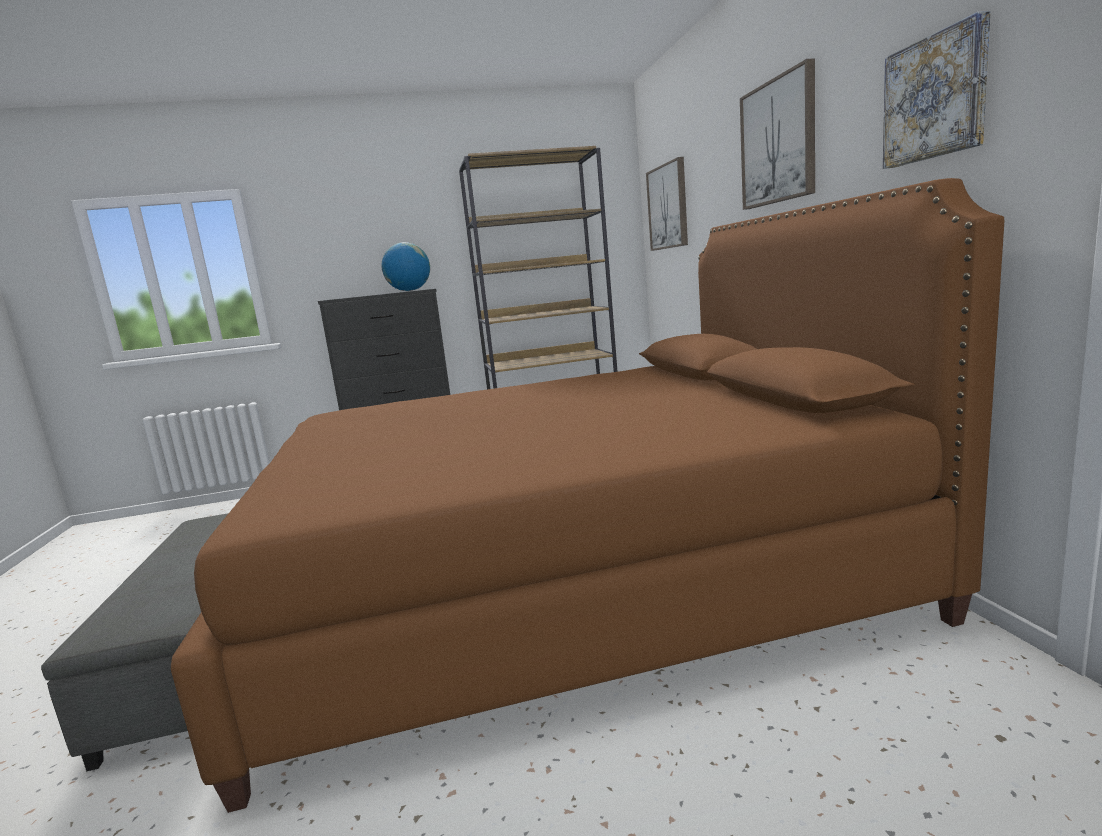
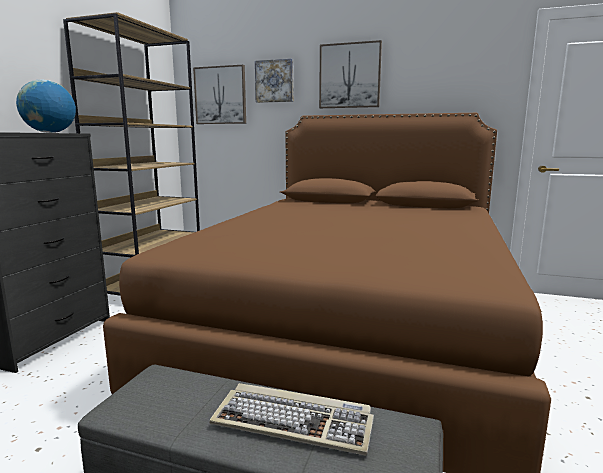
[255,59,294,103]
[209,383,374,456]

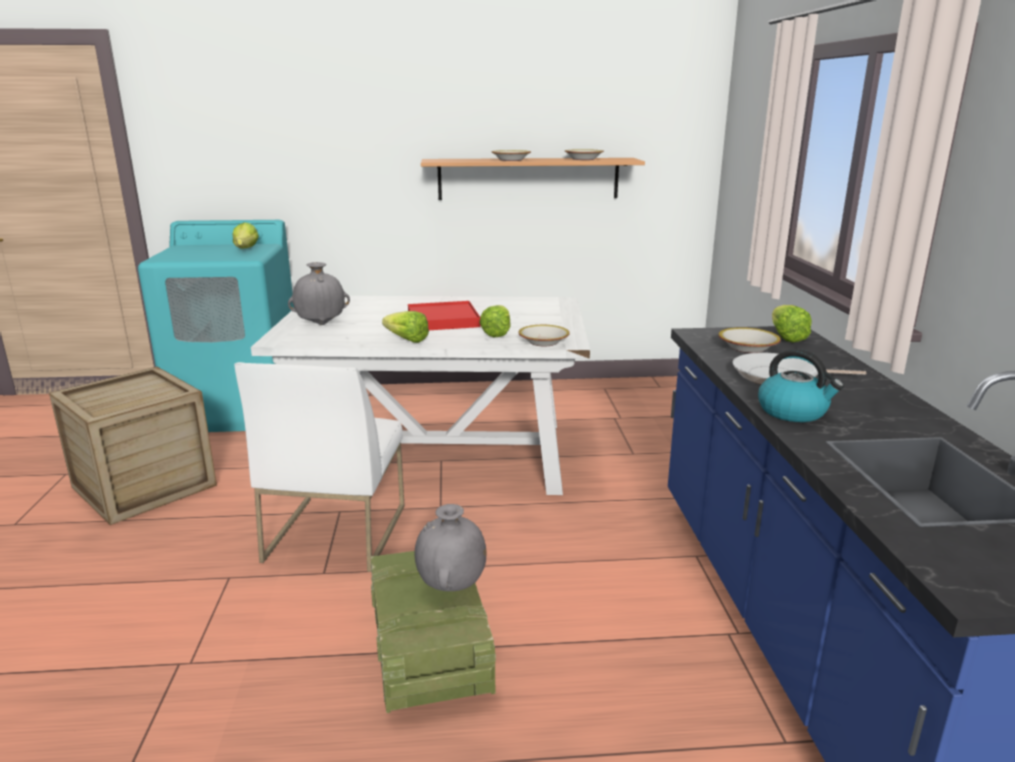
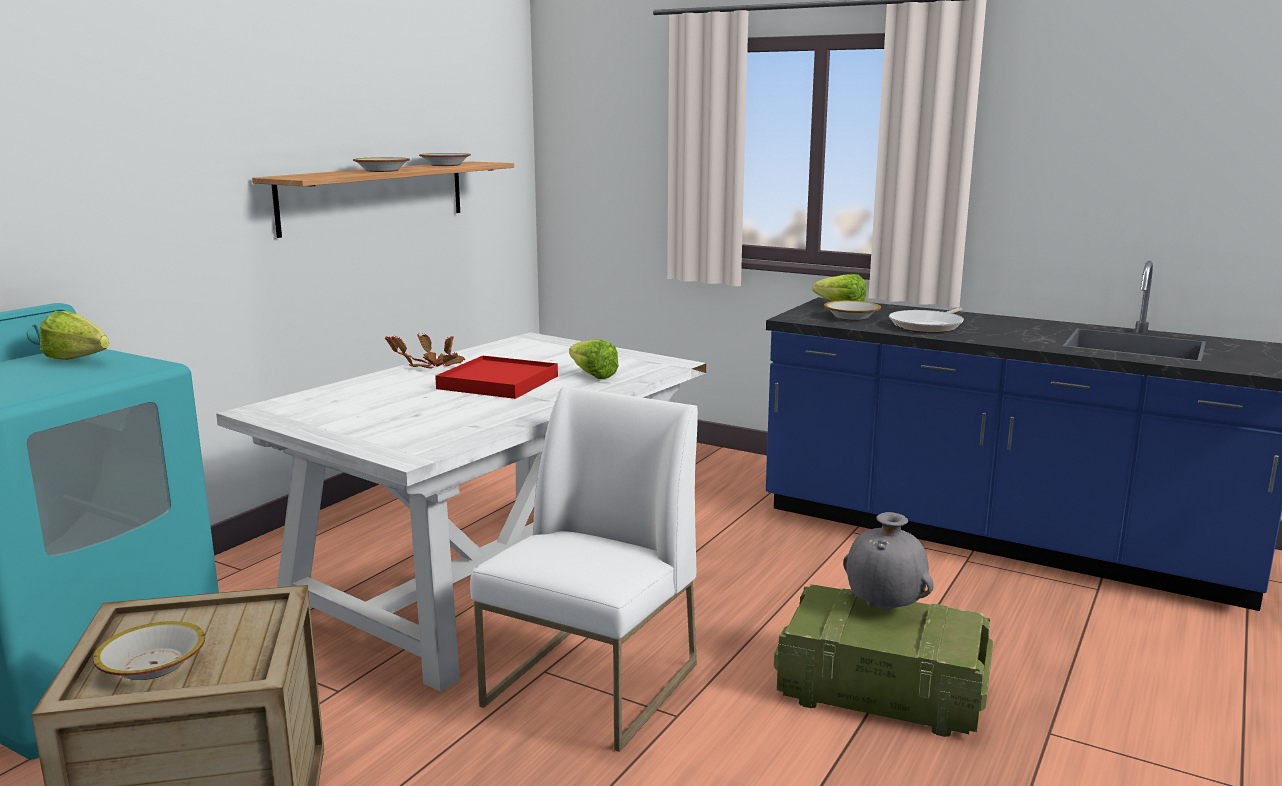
[288,262,350,325] (first image)
[382,311,429,343] (first image)
[93,621,205,680]
[758,349,844,422] (first image)
[470,386,698,752]
[385,333,465,368]

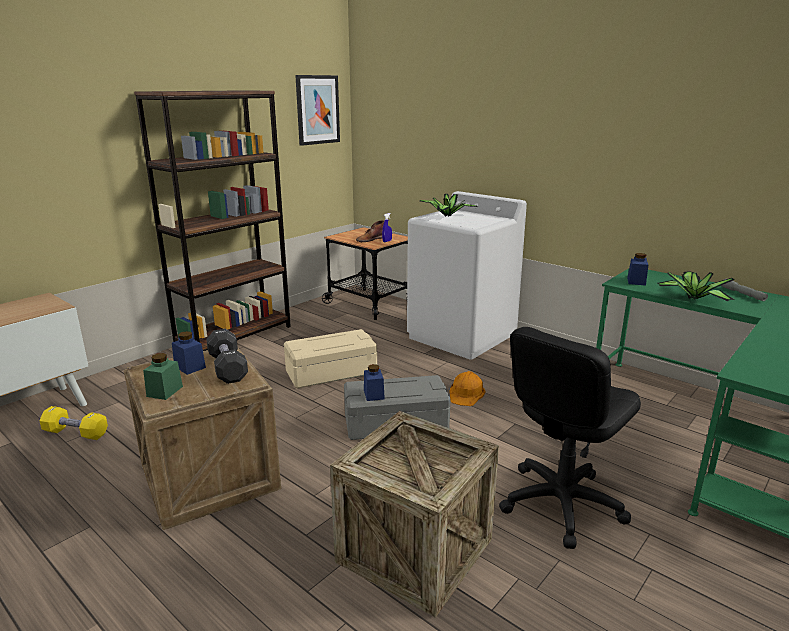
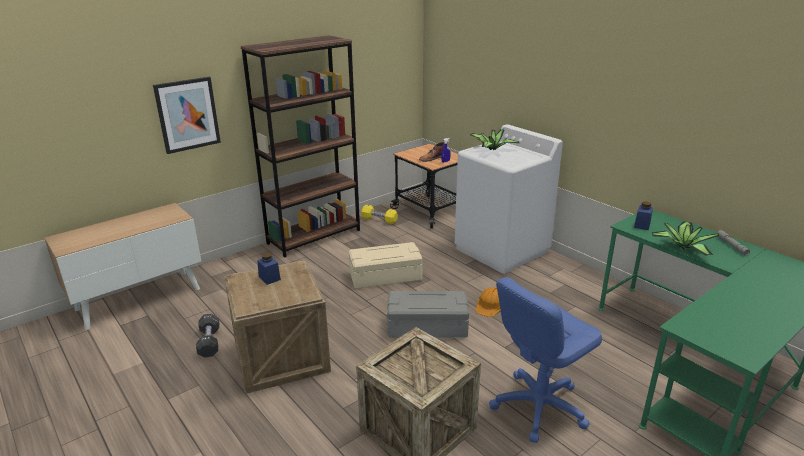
[153,77,221,154]
[489,277,602,443]
[196,313,219,358]
[143,353,183,400] (first image)
[364,364,385,401] (first image)
[361,205,398,224]

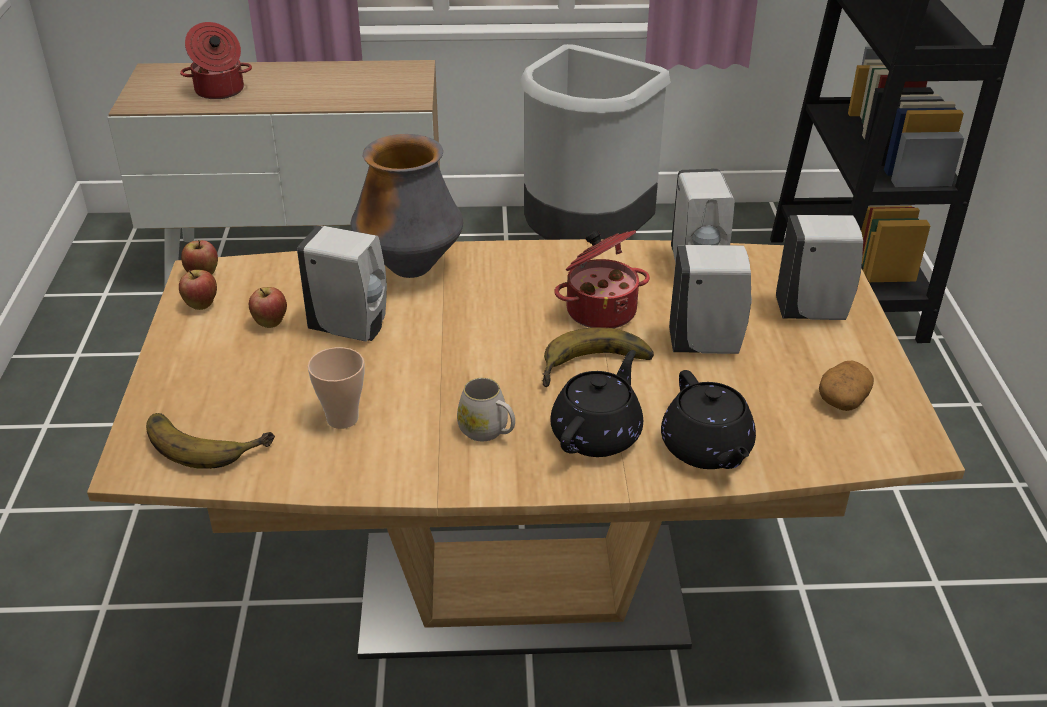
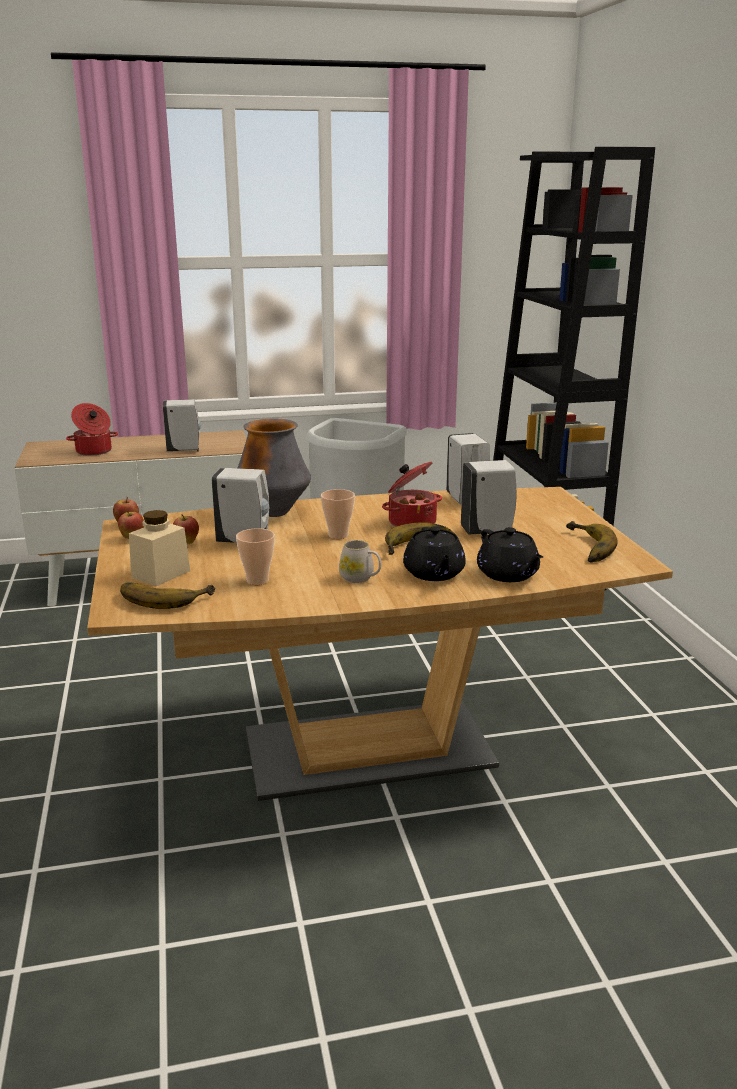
[163,399,201,452]
[403,526,466,581]
[566,521,618,563]
[321,489,355,539]
[129,510,190,586]

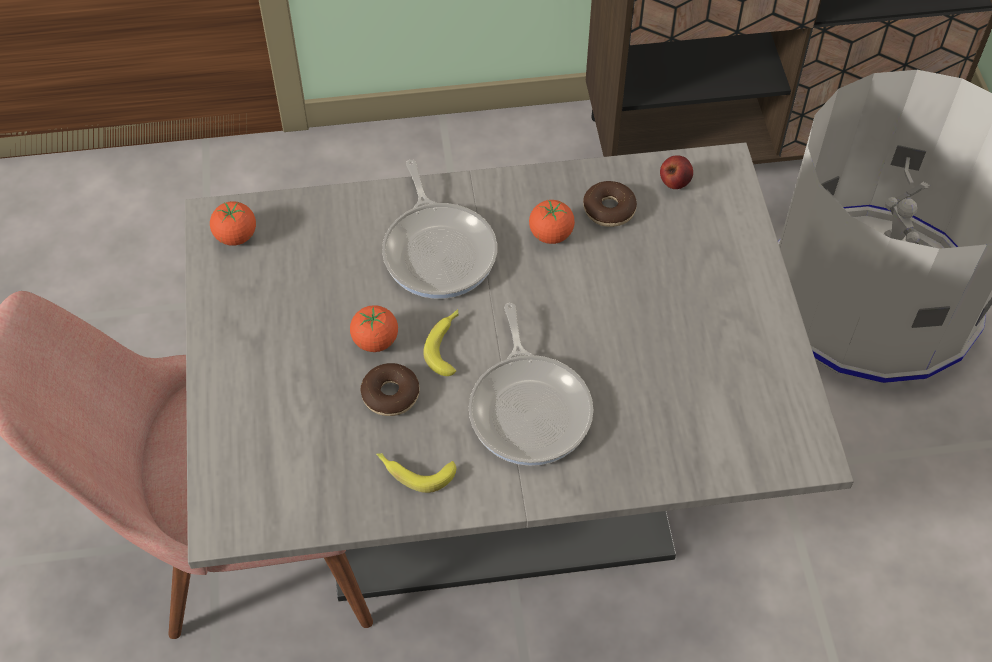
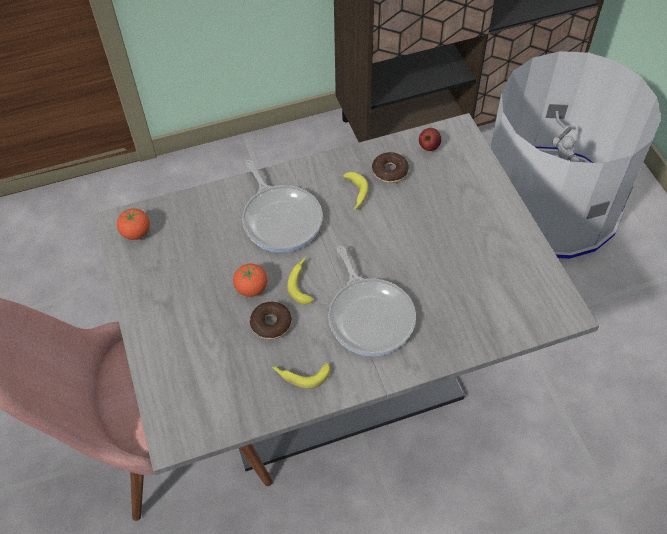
[343,172,368,211]

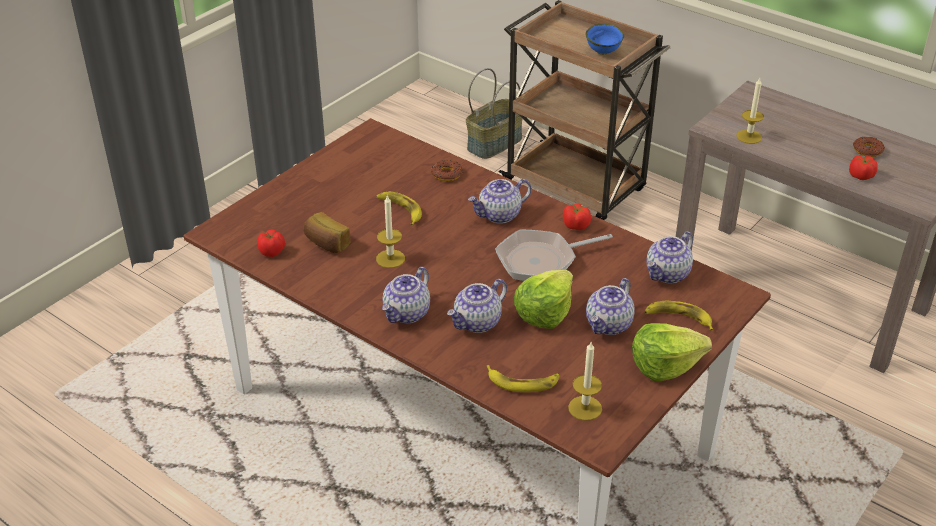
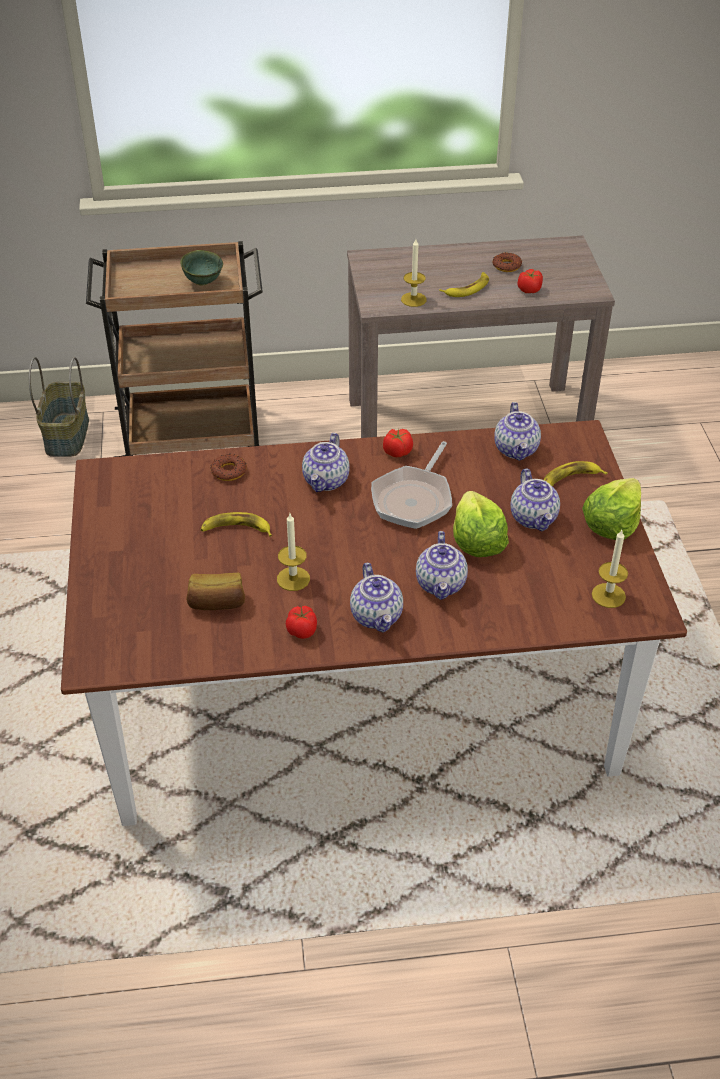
[180,250,223,286]
[286,606,317,639]
[439,272,489,297]

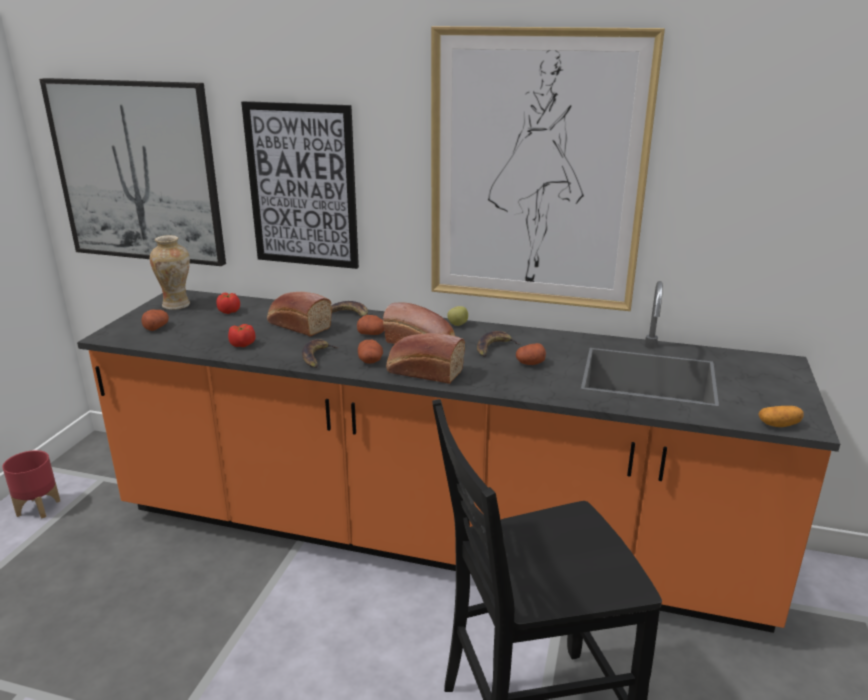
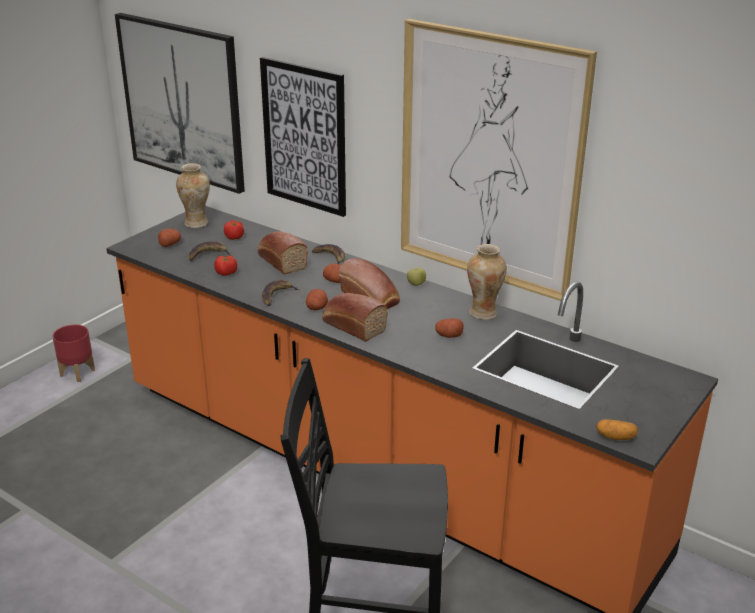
[188,241,231,261]
[467,244,507,320]

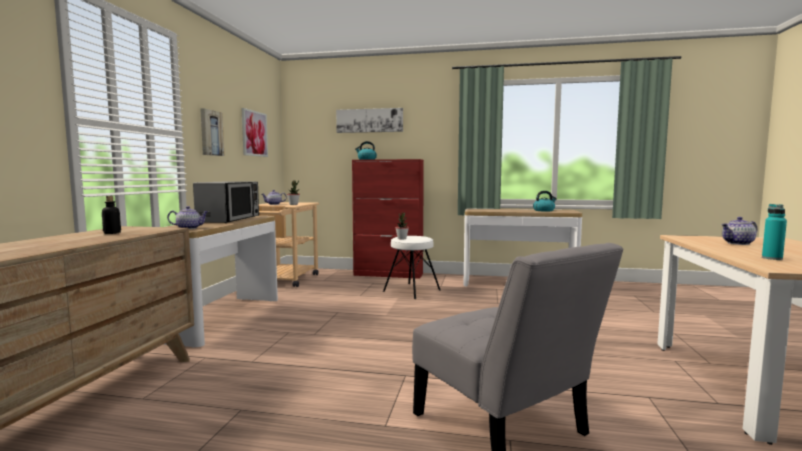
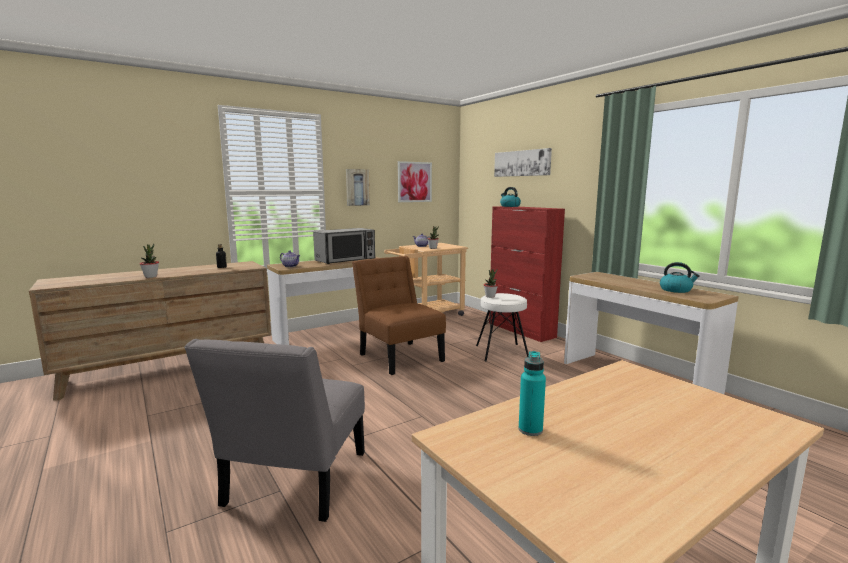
[721,217,758,245] (first image)
[139,244,159,278]
[352,256,446,375]

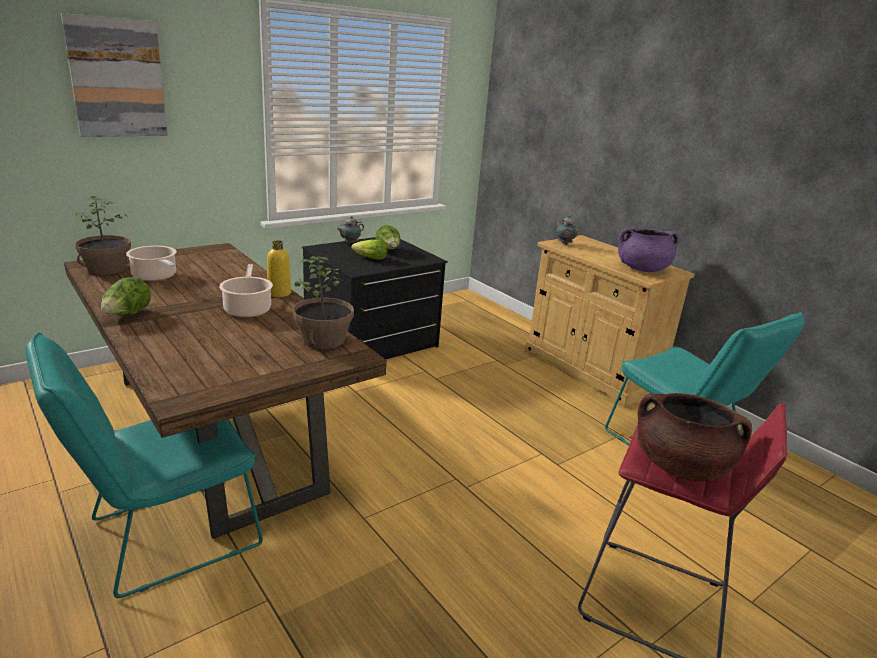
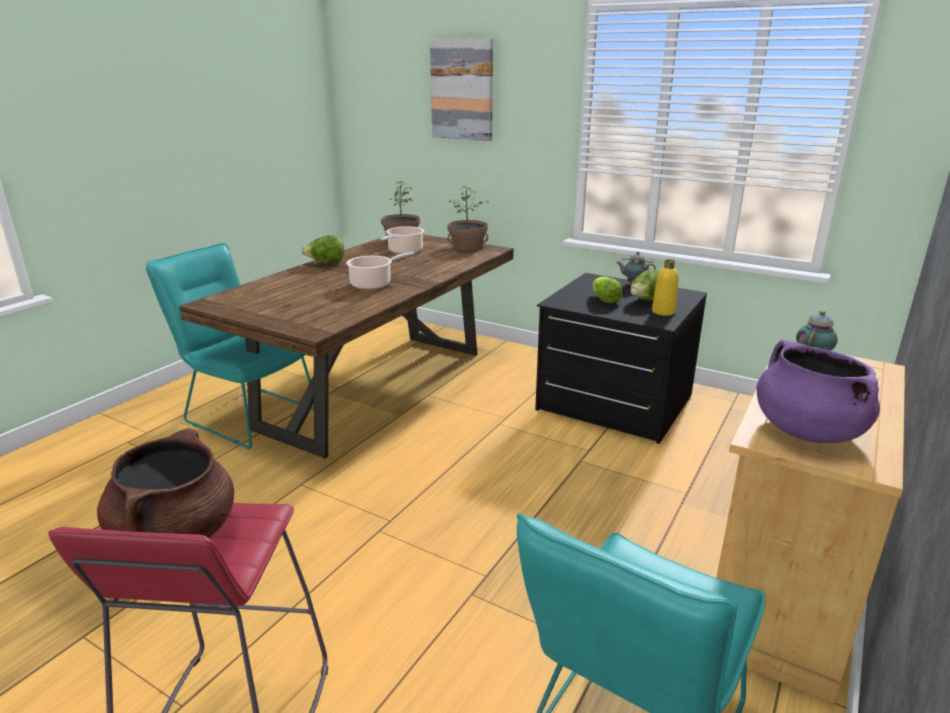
[652,259,679,316]
[447,186,489,251]

